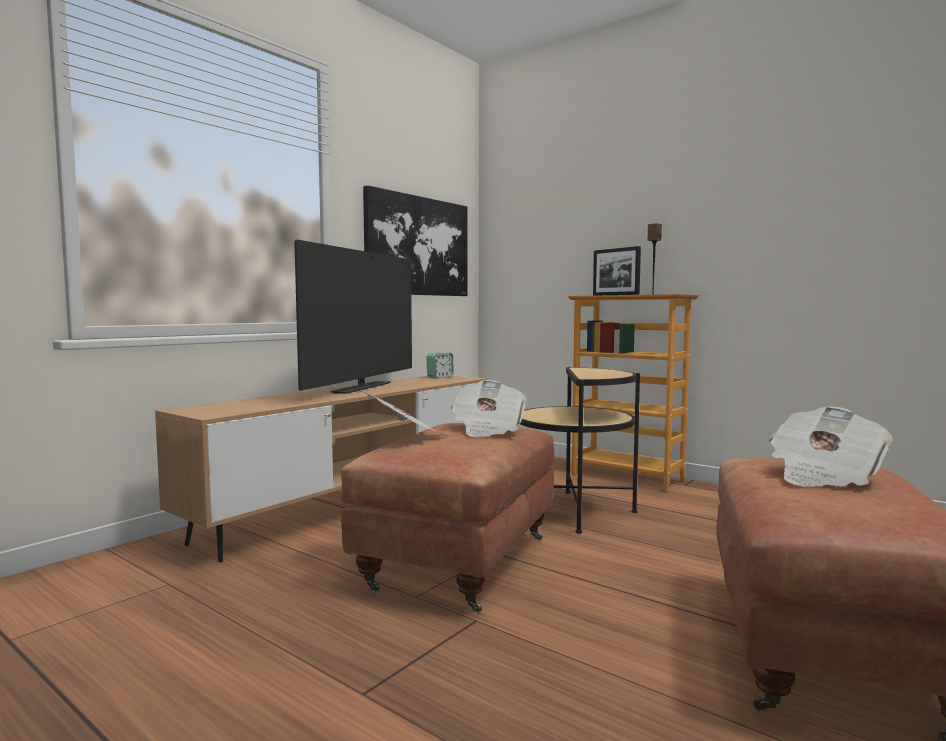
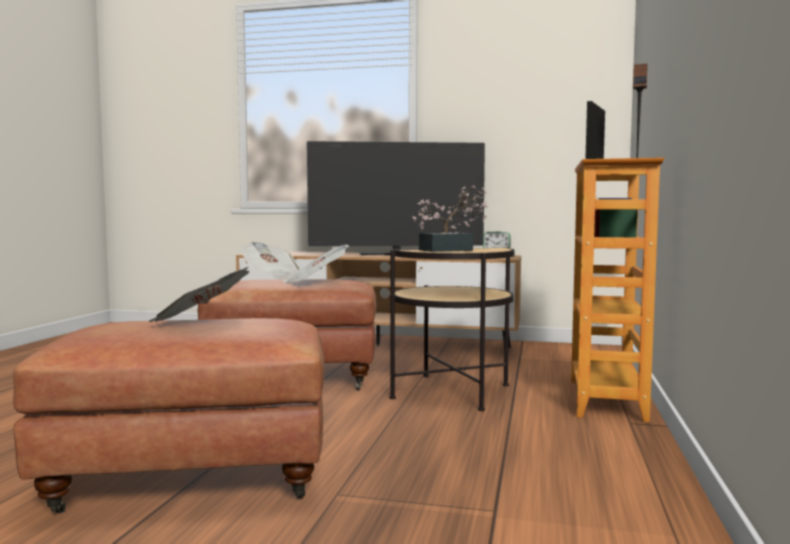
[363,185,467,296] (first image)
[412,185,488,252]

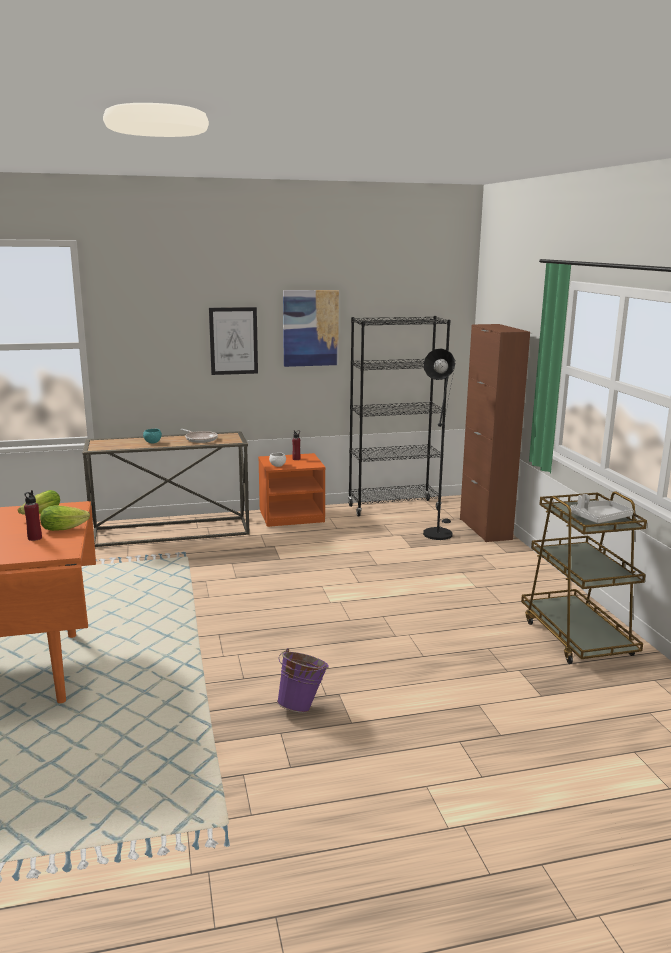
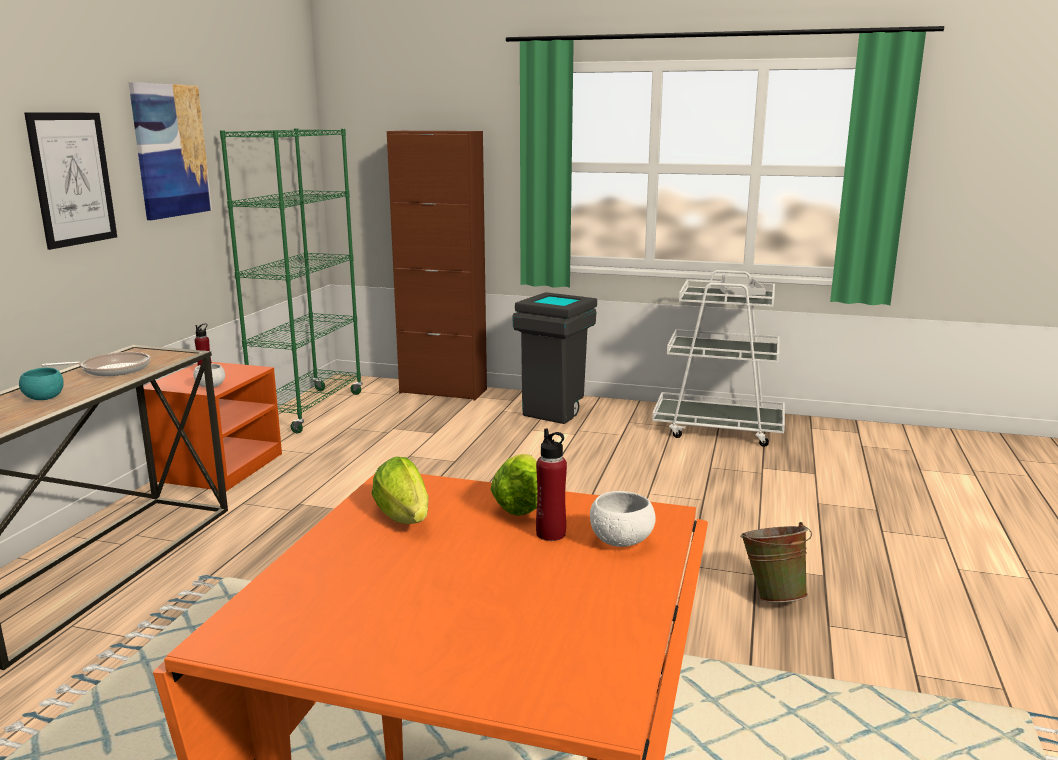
[220,128,363,433]
[423,348,456,540] (first image)
[652,270,785,447]
[740,522,812,603]
[512,292,597,424]
[590,491,656,547]

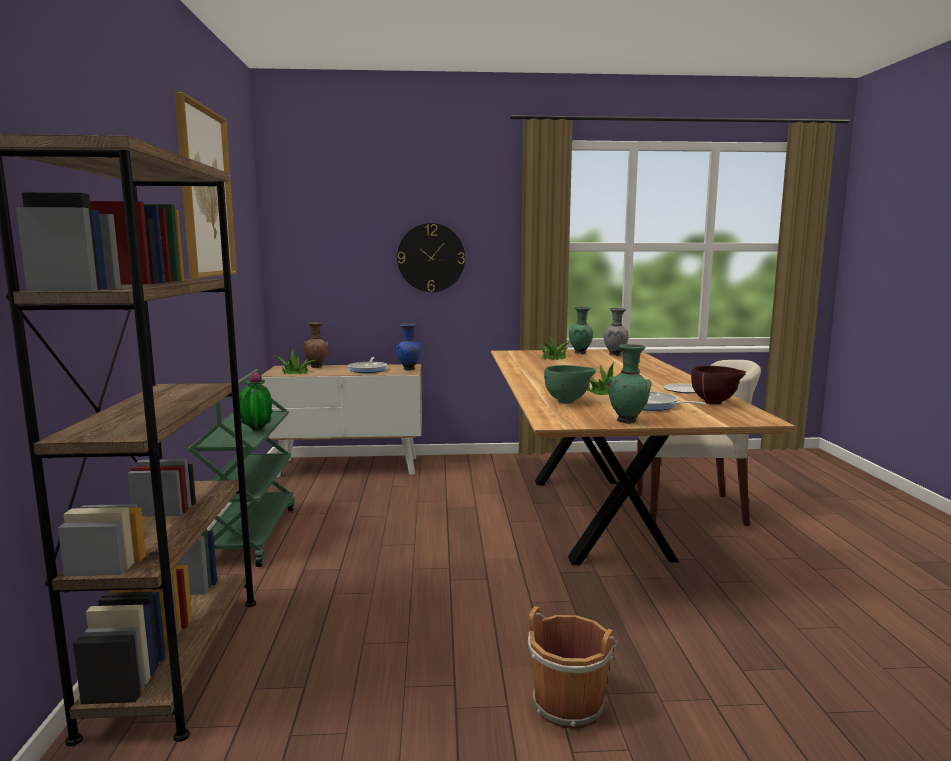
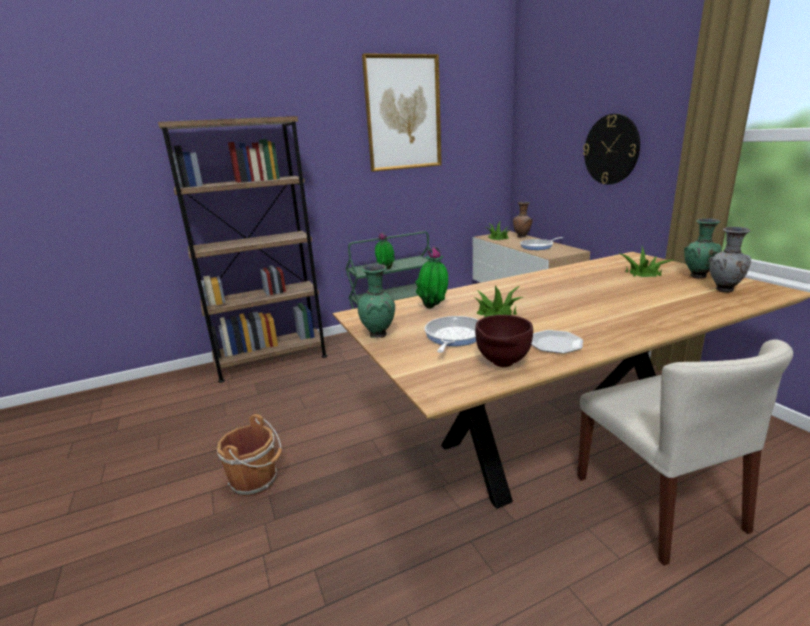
[395,323,421,370] (first image)
[415,246,448,309]

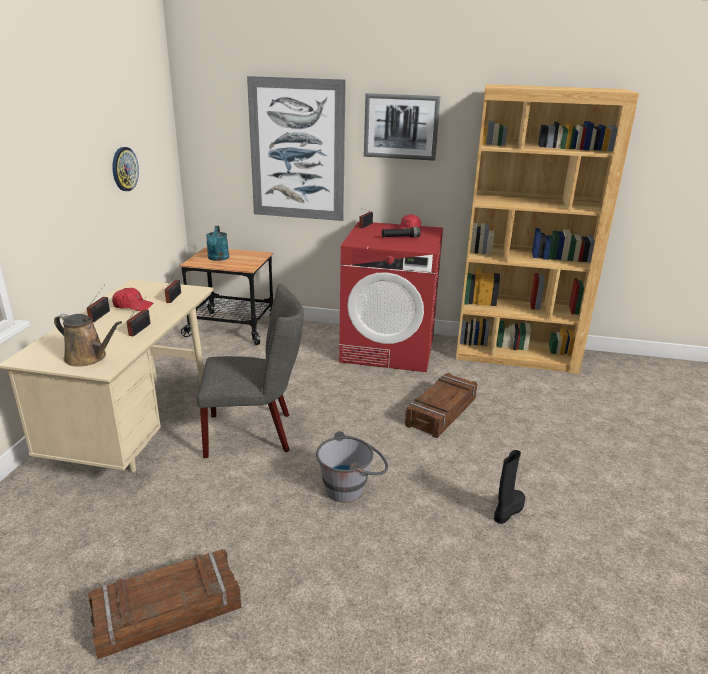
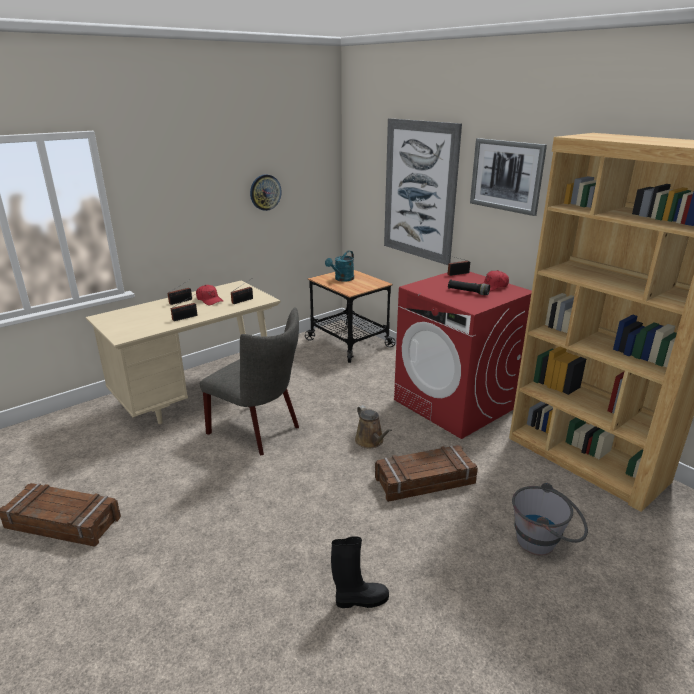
[355,405,392,448]
[512,482,588,555]

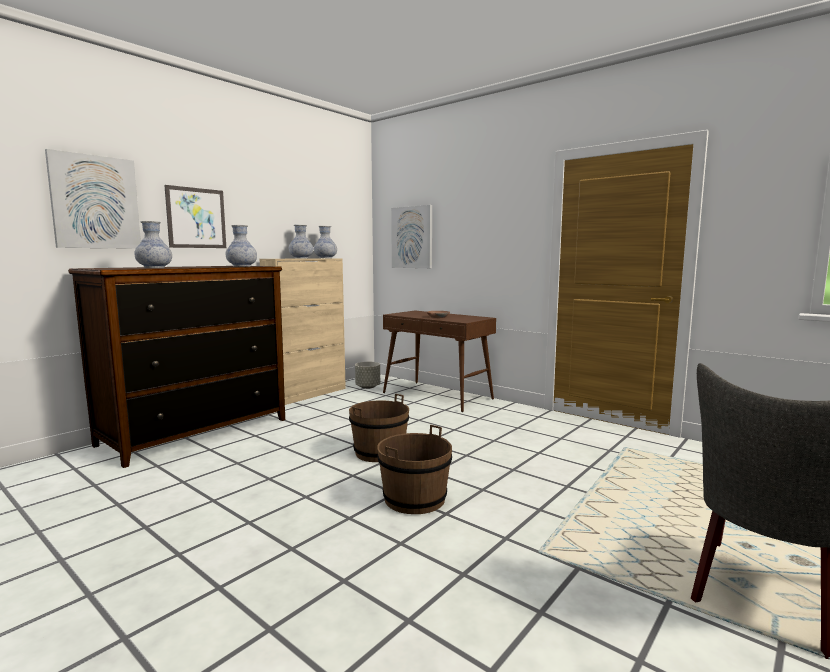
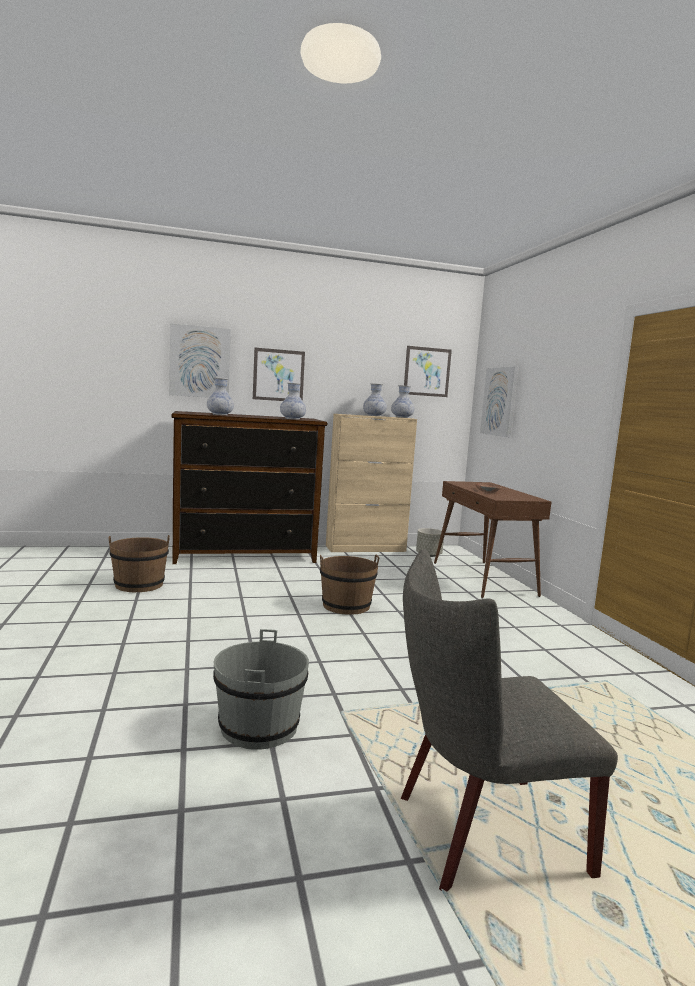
[109,535,170,592]
[404,346,452,397]
[213,629,309,750]

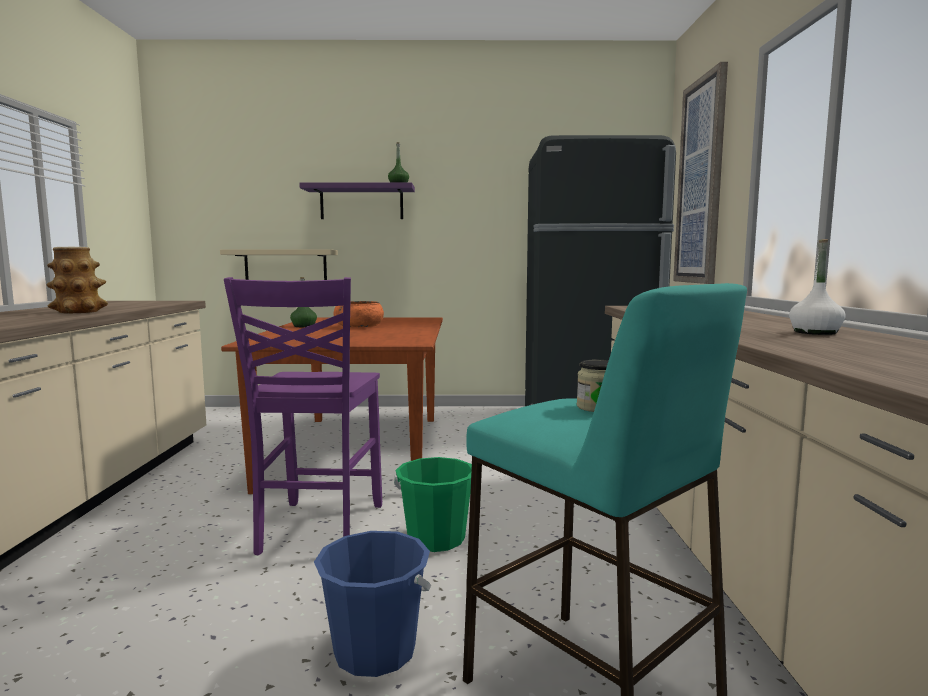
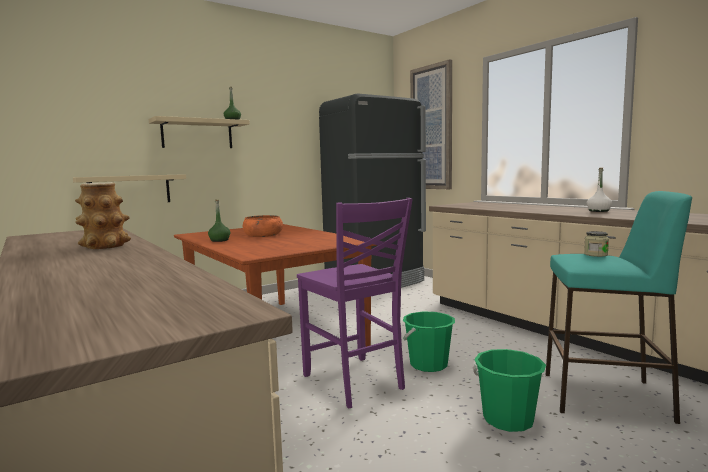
[149,116,250,148]
[473,349,546,432]

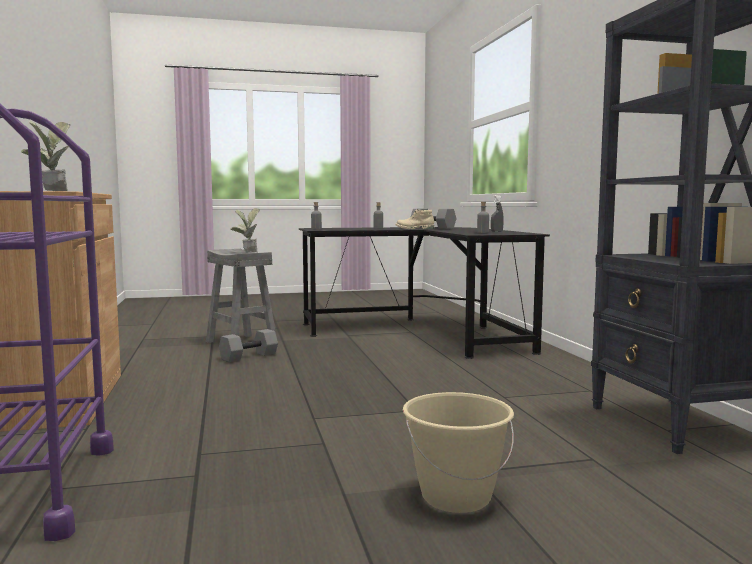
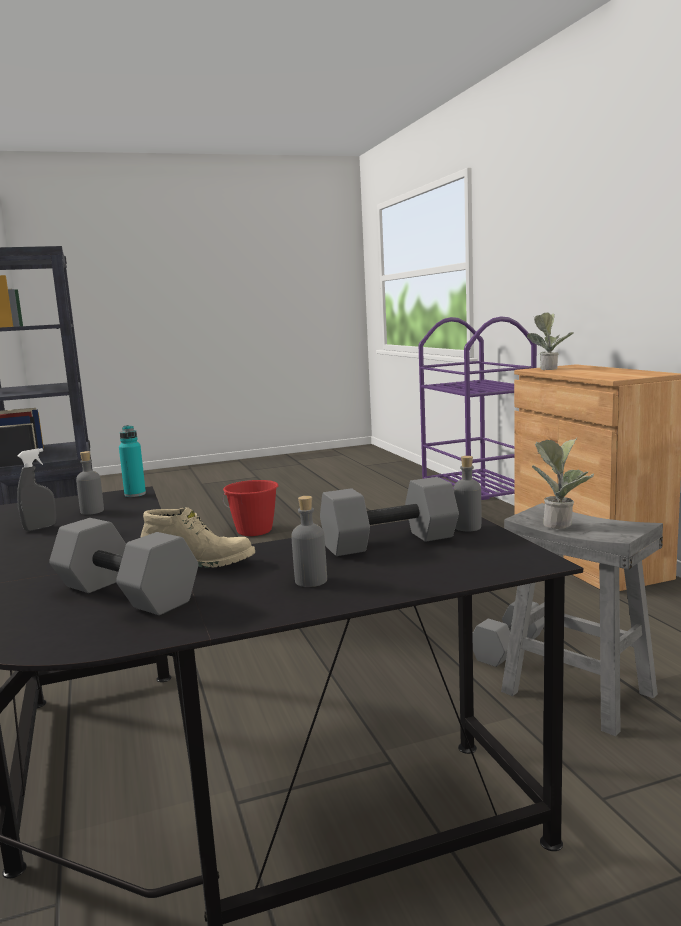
[223,480,279,536]
[119,425,146,497]
[320,477,459,556]

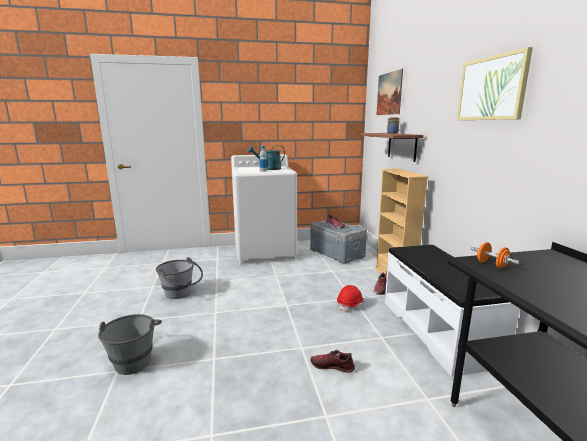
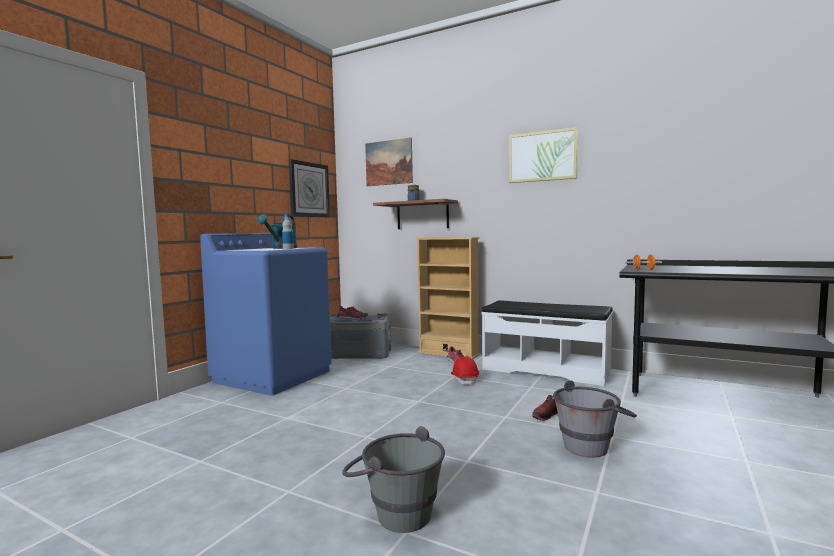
[200,233,332,395]
[553,380,637,458]
[289,159,330,217]

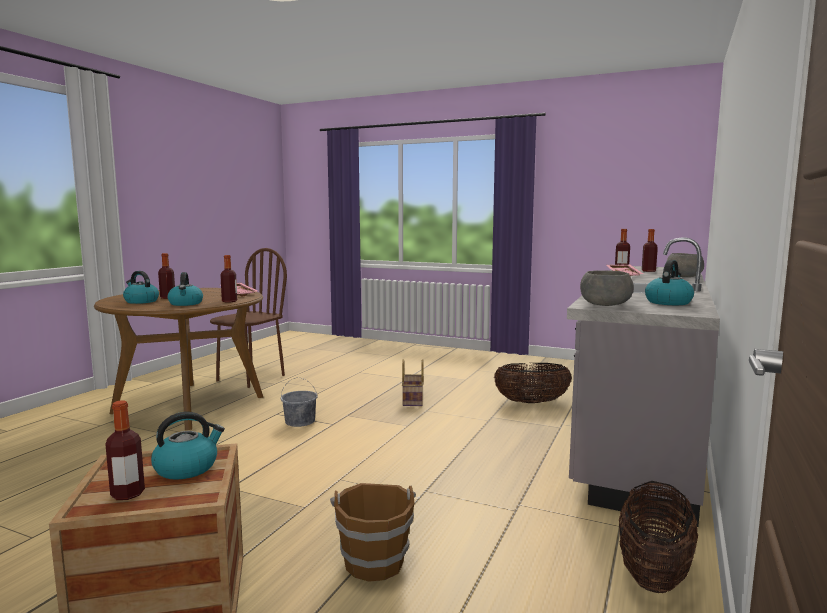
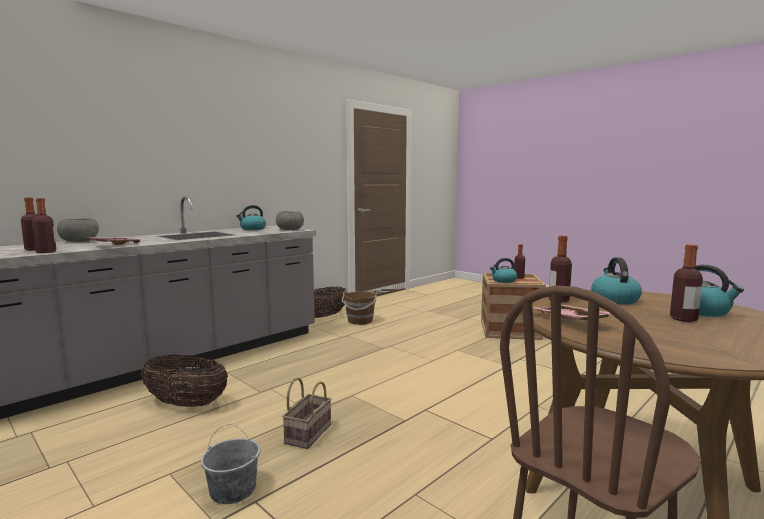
[201,424,260,504]
[342,290,377,325]

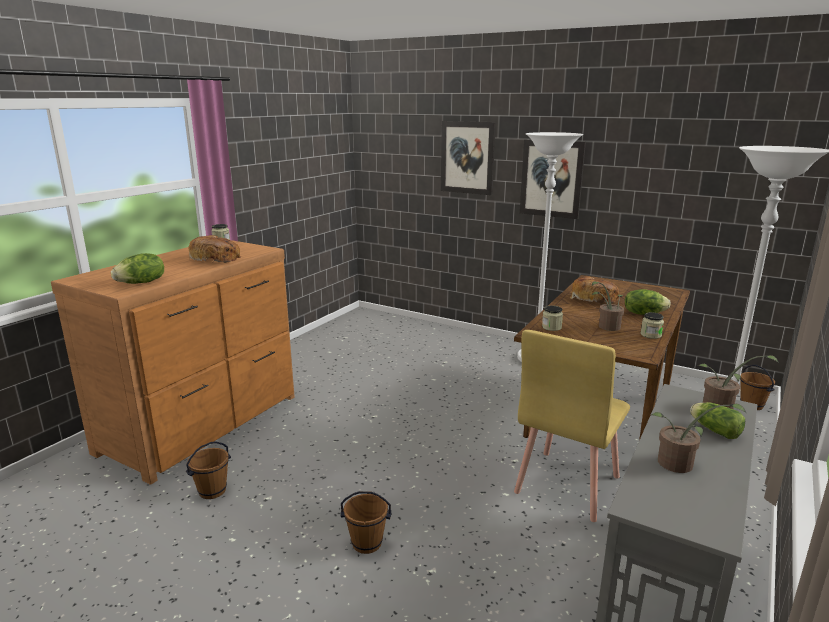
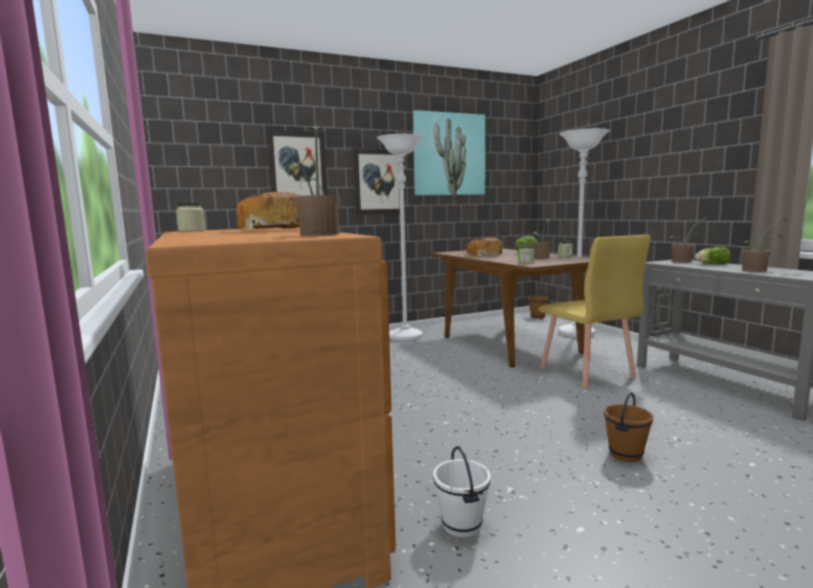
[289,127,340,235]
[433,446,491,538]
[413,110,485,195]

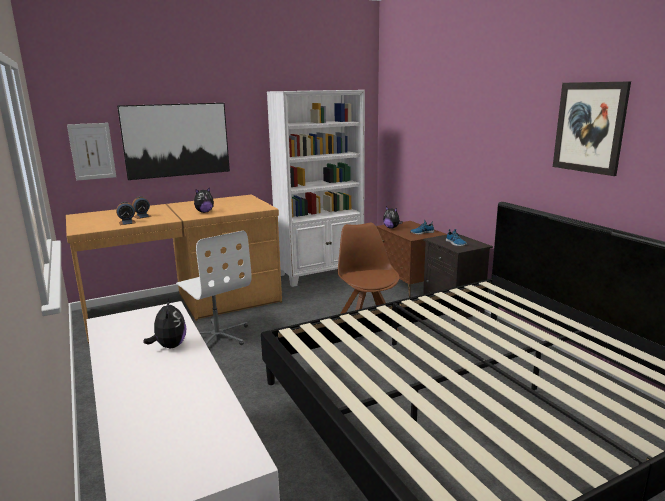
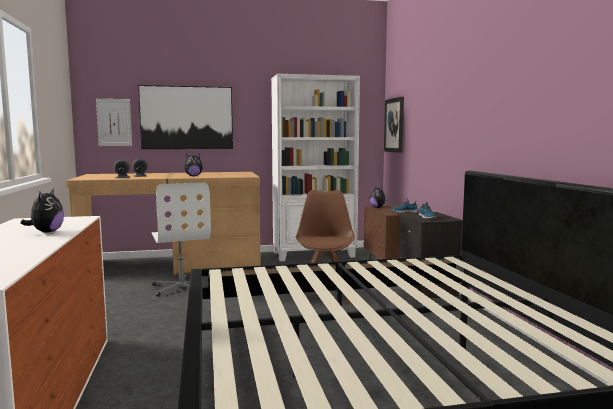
[384,97,404,153]

